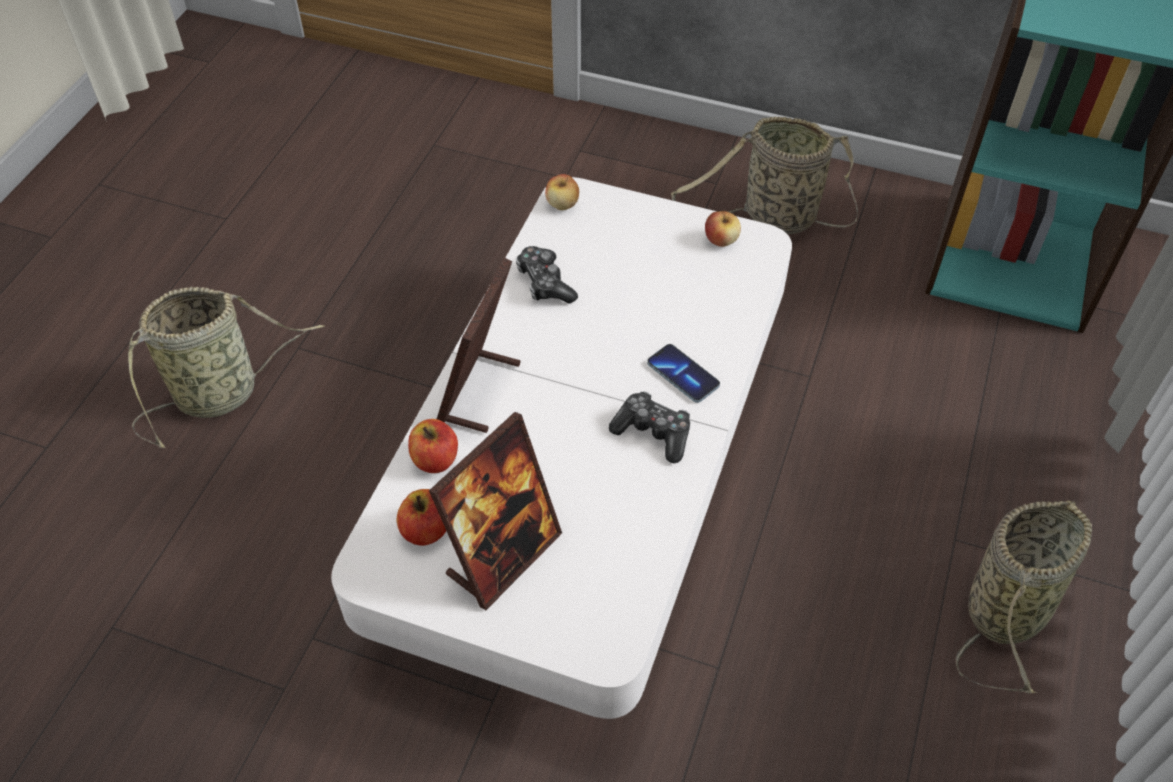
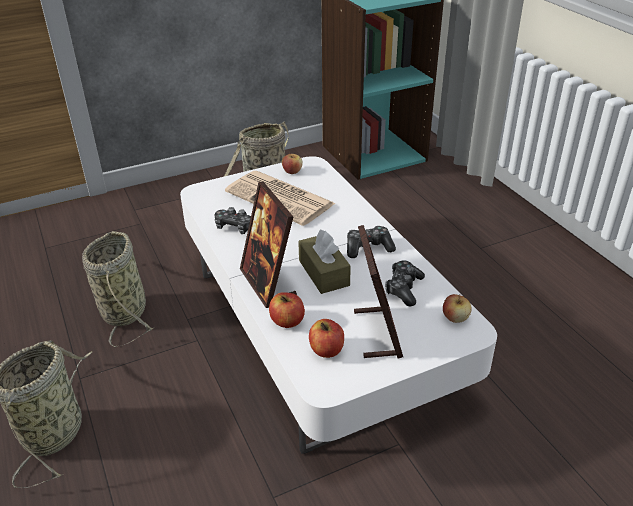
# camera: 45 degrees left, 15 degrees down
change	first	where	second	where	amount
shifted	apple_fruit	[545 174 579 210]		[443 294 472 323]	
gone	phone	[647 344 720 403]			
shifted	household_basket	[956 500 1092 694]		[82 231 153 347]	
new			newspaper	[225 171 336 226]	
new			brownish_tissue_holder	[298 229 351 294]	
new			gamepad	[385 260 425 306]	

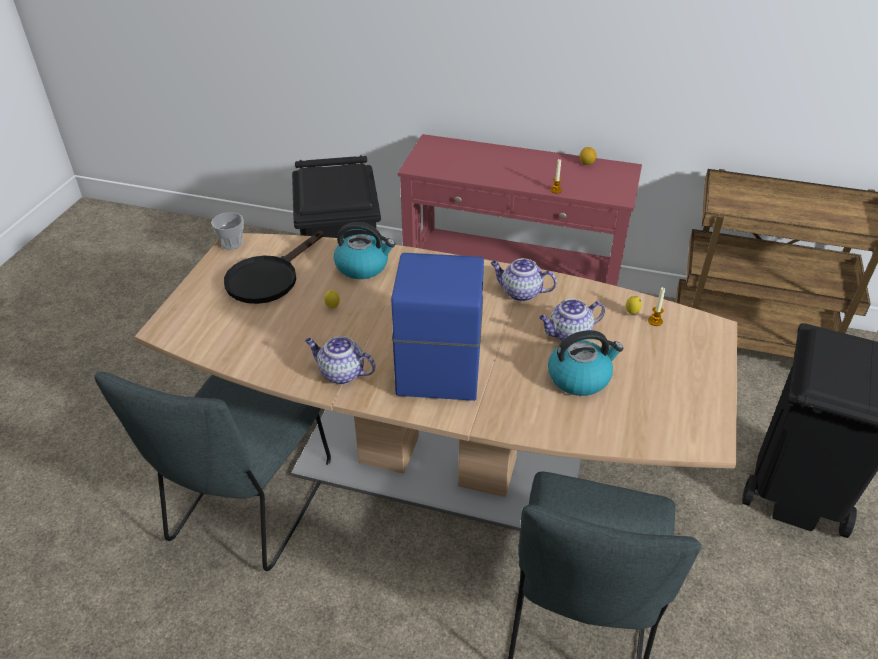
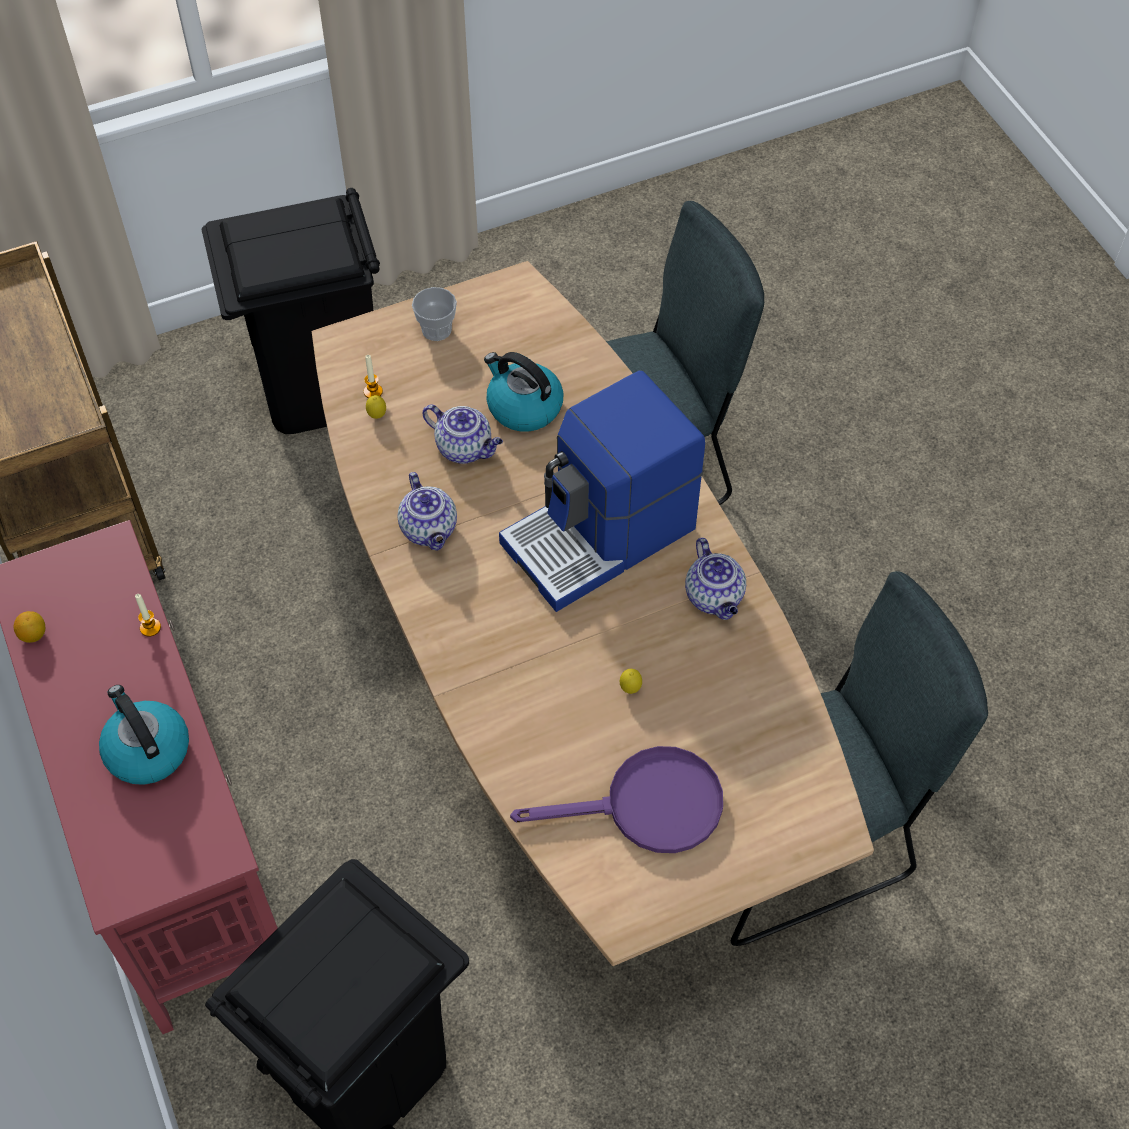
# camera: 130 degrees left, 15 degrees up
change	first	where	second	where	amount
shifted	small_cup	[211 212 244 250]		[412 287 457 341]	
repainted	blackish_skillet	[224 231 323 304]	purplish_skillet	[510 746 723 853]	
shifted	tea_kettle	[334 222 395 279]		[99 685 189 785]	

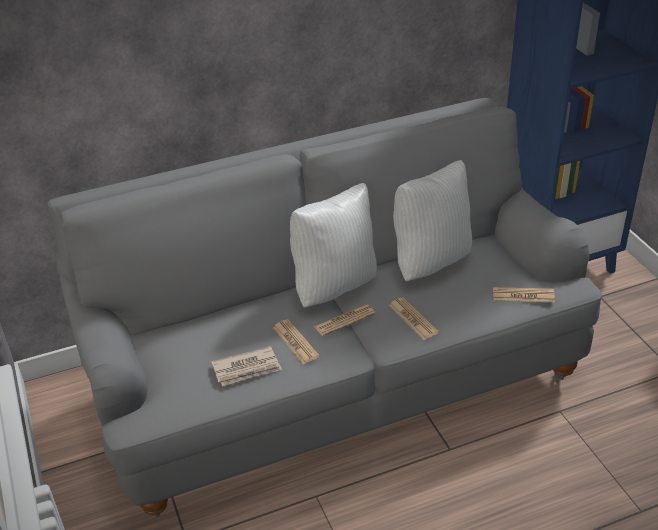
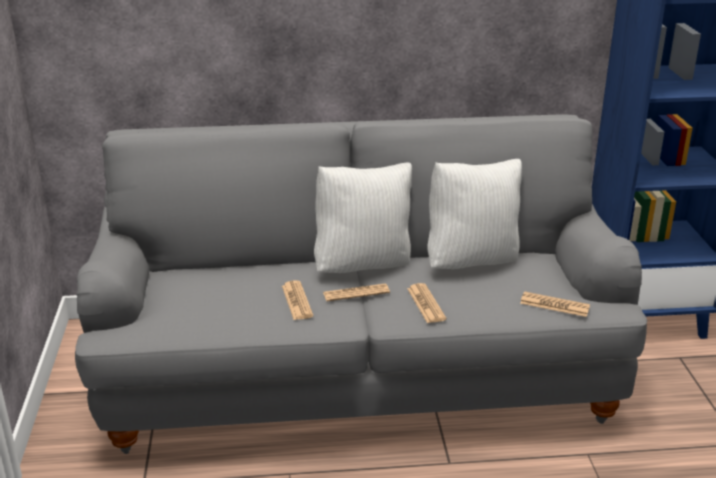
# camera: 15 degrees right, 10 degrees down
change	first	where	second	where	amount
gone	newspaper	[211 346 282 386]			

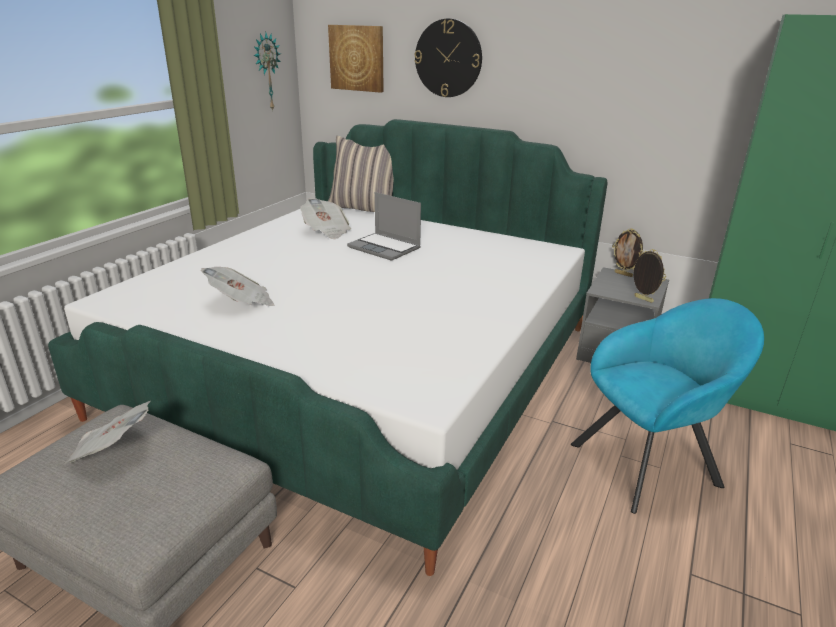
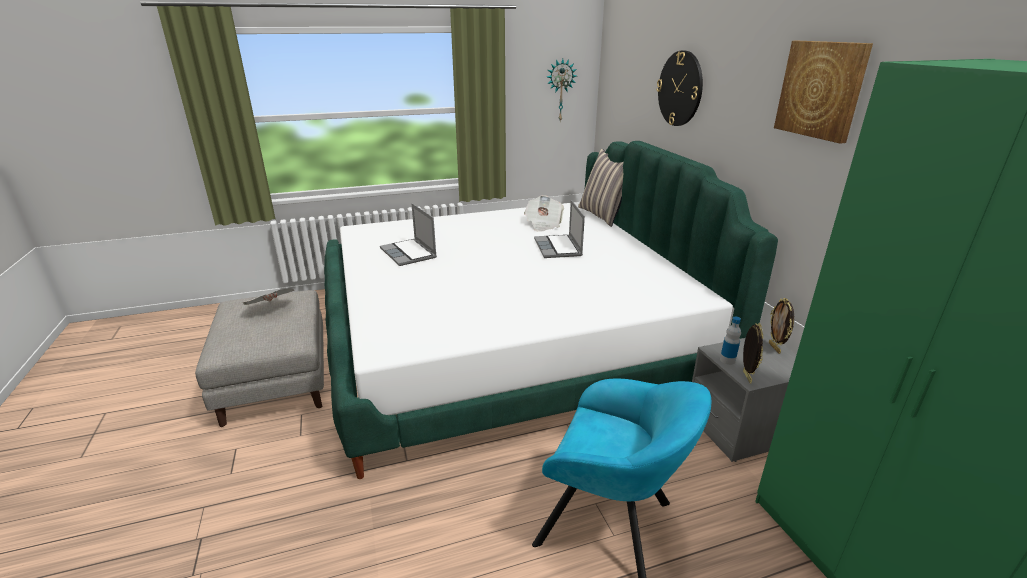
# camera: 45 degrees right, 0 degrees up
change	first	where	second	where	amount
swapped	newspaper	[201 267 275 306]	notebook_computer	[380 203 437 266]	
shifted	picture	[328 25 384 93]		[774 41 873 144]	
new			drink_bottle	[720 316 741 365]	

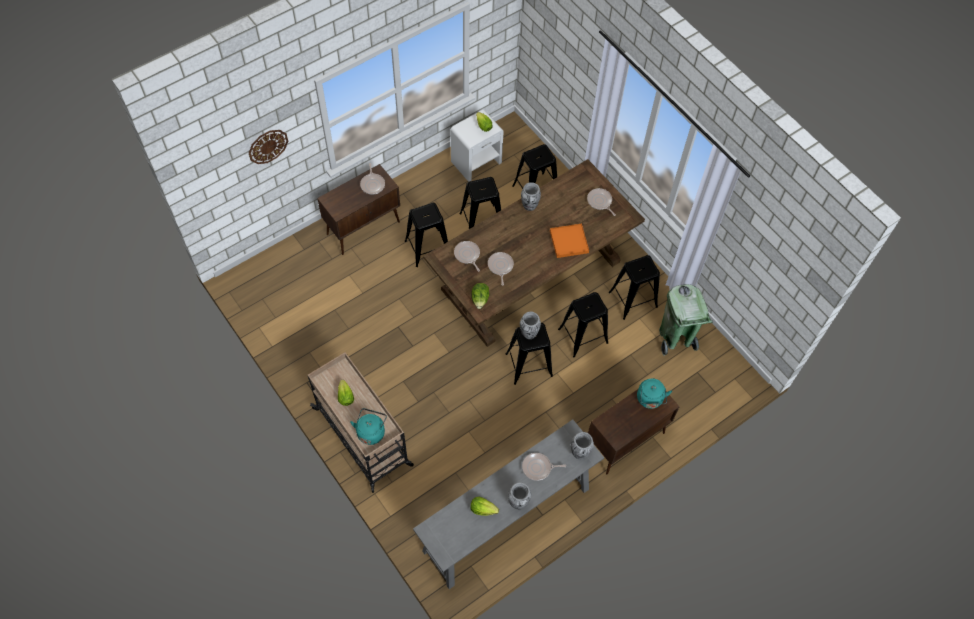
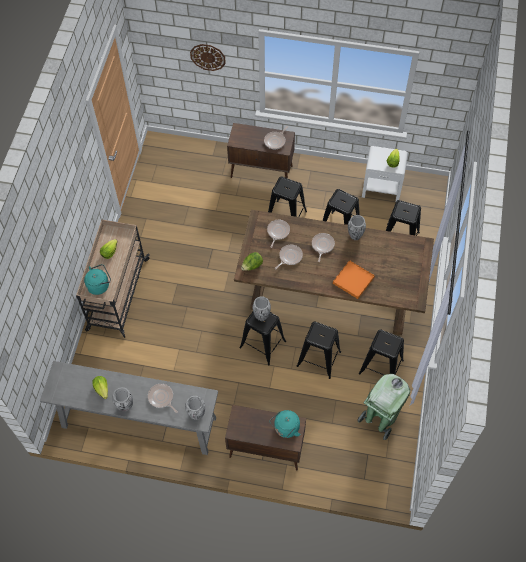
# camera: 50 degrees right, 0 degrees up
change	first	where	second	where	amount
shifted	skillet	[587 188 616 216]		[312 233 335 262]	

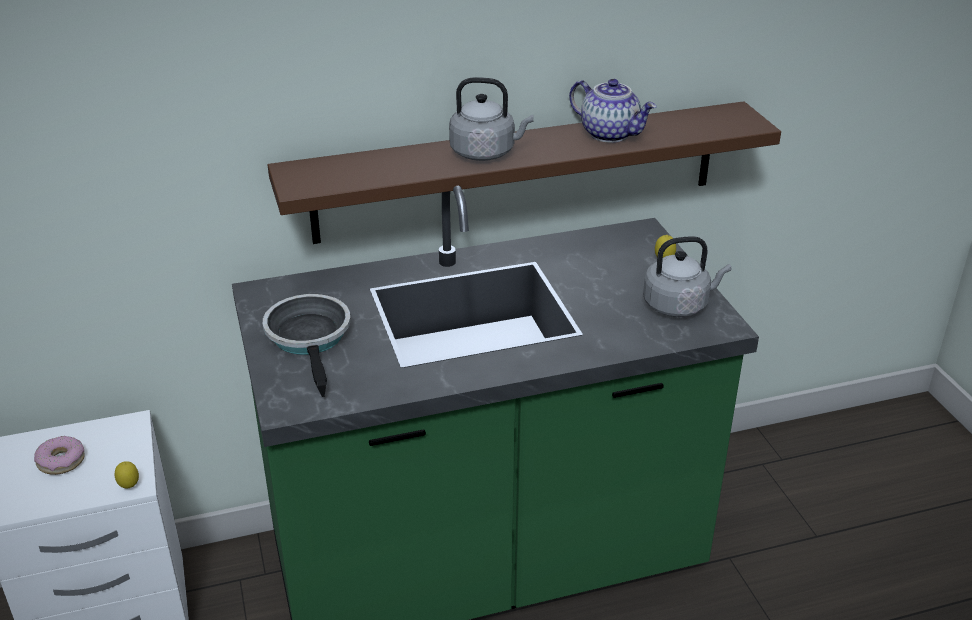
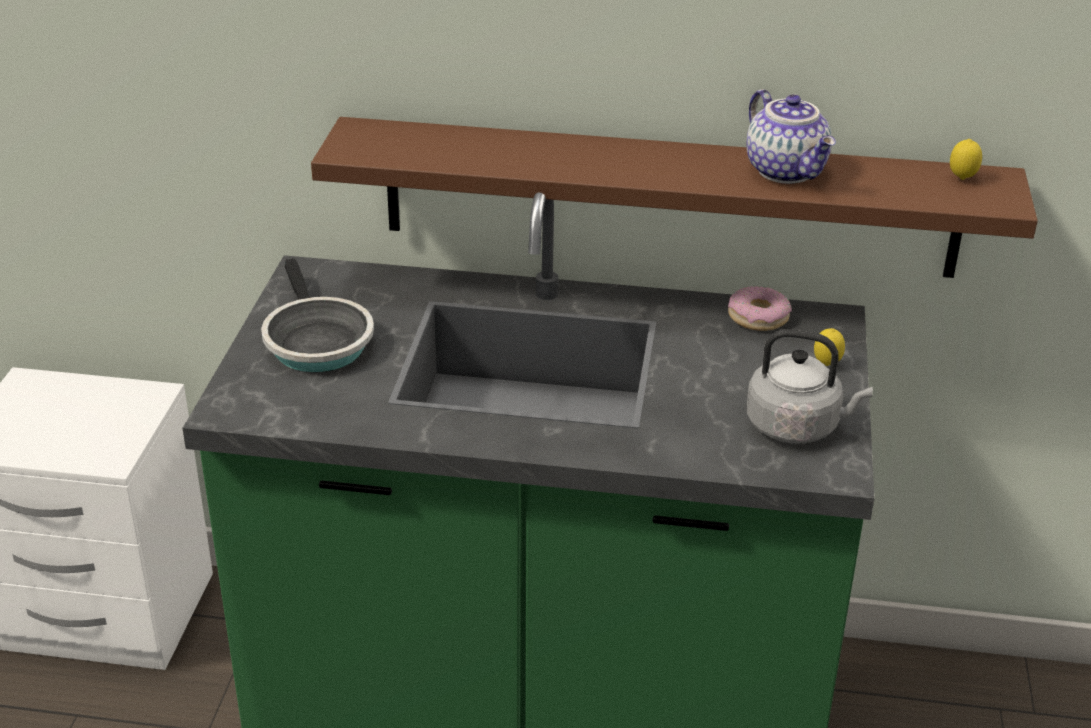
# camera: 25 degrees right, 0 degrees up
change	first	where	second	where	amount
shifted	doughnut	[34 436 84 475]		[728 286 792 331]	
shifted	whole_lemon	[115 461 139 488]		[950 139 982 180]	
rotated	skillet	[263 294 351 397]		[261 258 374 372]	150 degrees clockwise
gone	gray_tea_kettle	[449 77 534 161]			

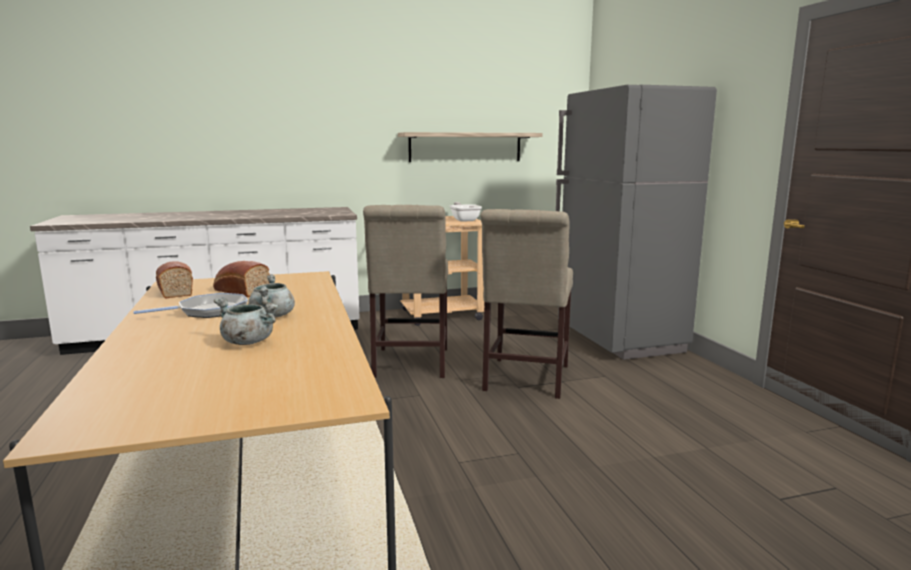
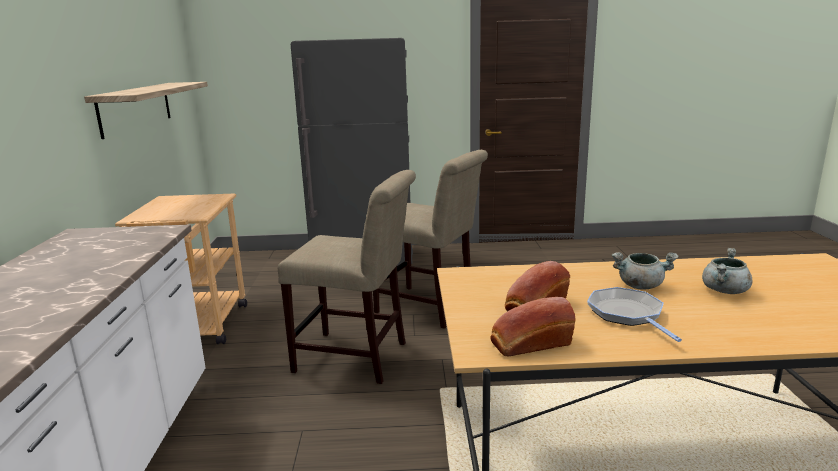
# camera: 75 degrees left, 5 degrees up
change	first	where	second	where	amount
gone	skillet	[449 202 482 222]			

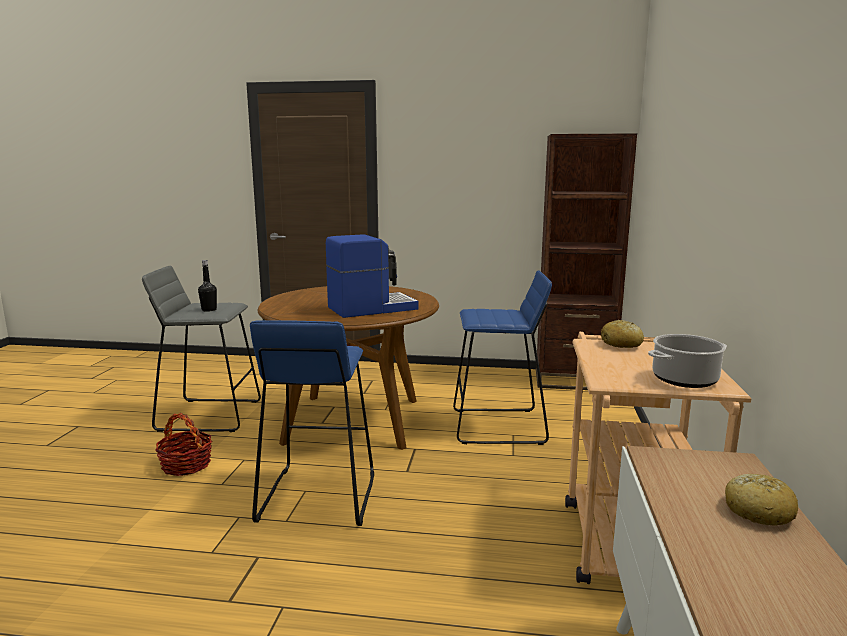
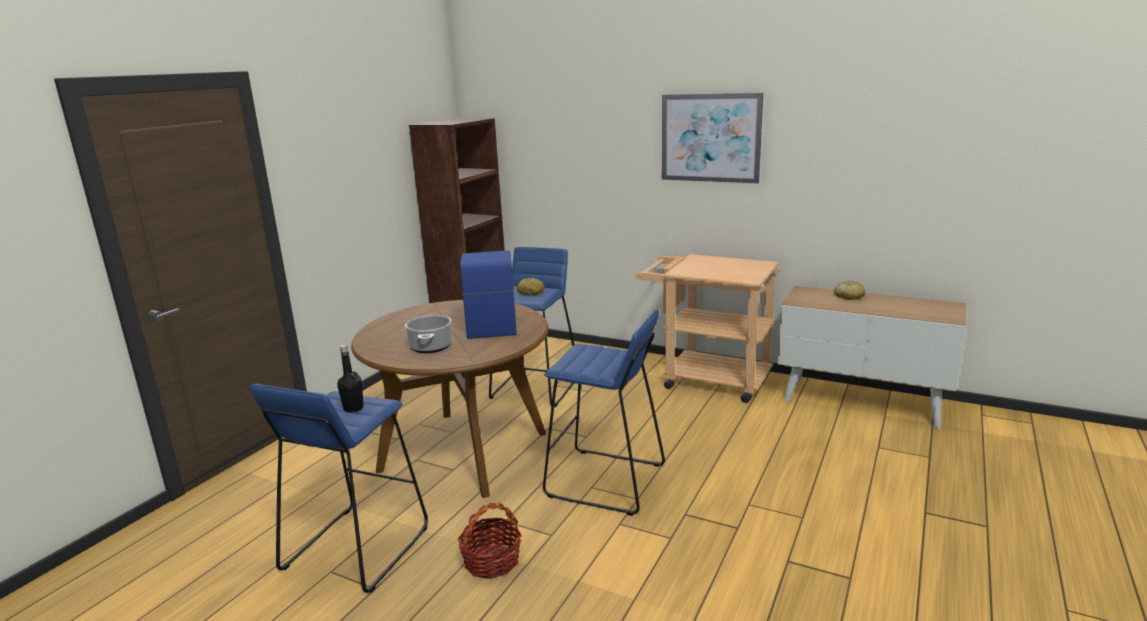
# camera: 70 degrees left, 5 degrees up
change	first	where	second	where	amount
repainted	gray_sitting_stool	[142 266 261 432]	bluish_sitting_stool	[250 384 428 593]	
shifted	bread	[601 320 644 348]		[517 278 545 295]	
shifted	cooking_pot	[648 334 727 388]		[405 315 452 353]	
new			picture	[662 93 763 183]	

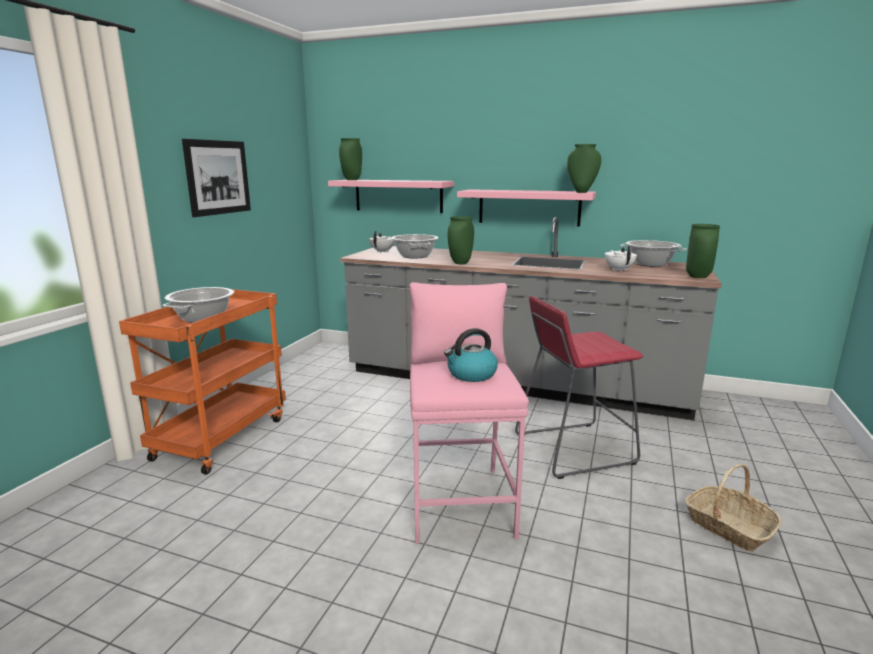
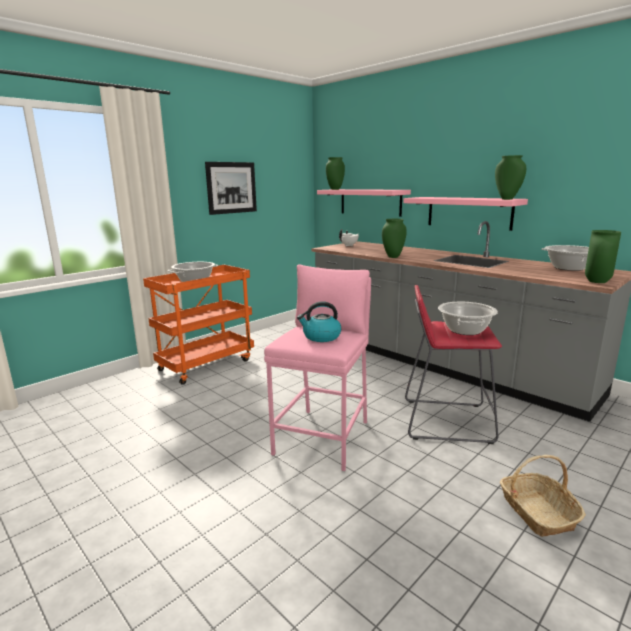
# camera: 25 degrees right, 0 degrees up
change	first	where	second	where	amount
shifted	cooking_pot	[391 234 439 259]		[438 302 498 335]	
gone	white_pot_for_tea	[605 245 637 271]			

